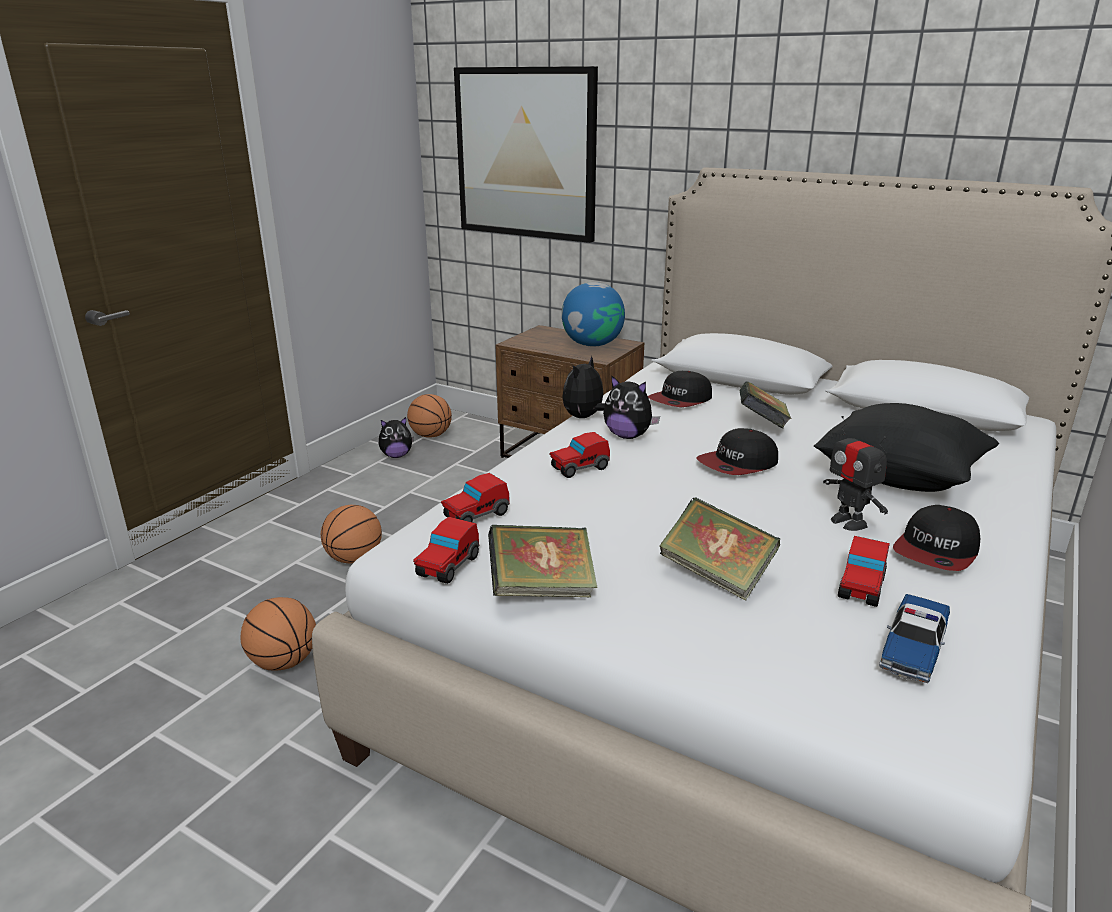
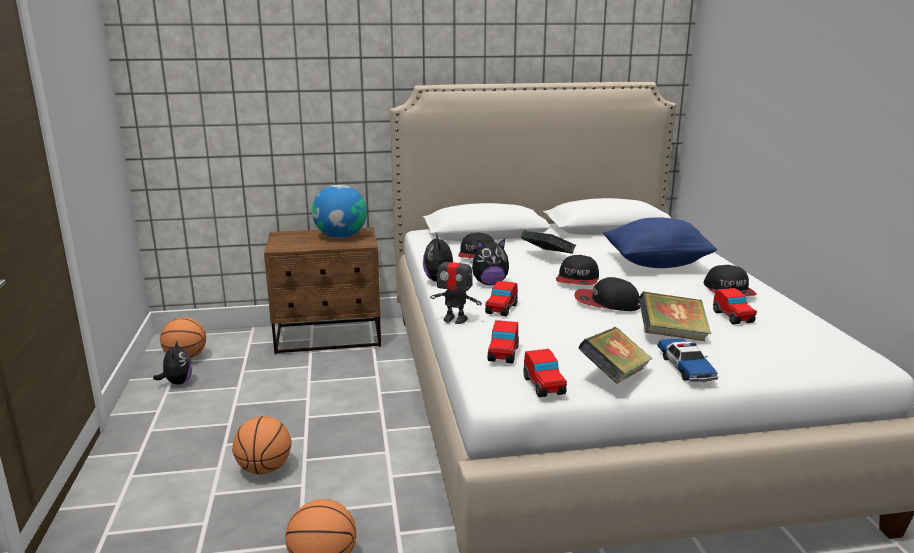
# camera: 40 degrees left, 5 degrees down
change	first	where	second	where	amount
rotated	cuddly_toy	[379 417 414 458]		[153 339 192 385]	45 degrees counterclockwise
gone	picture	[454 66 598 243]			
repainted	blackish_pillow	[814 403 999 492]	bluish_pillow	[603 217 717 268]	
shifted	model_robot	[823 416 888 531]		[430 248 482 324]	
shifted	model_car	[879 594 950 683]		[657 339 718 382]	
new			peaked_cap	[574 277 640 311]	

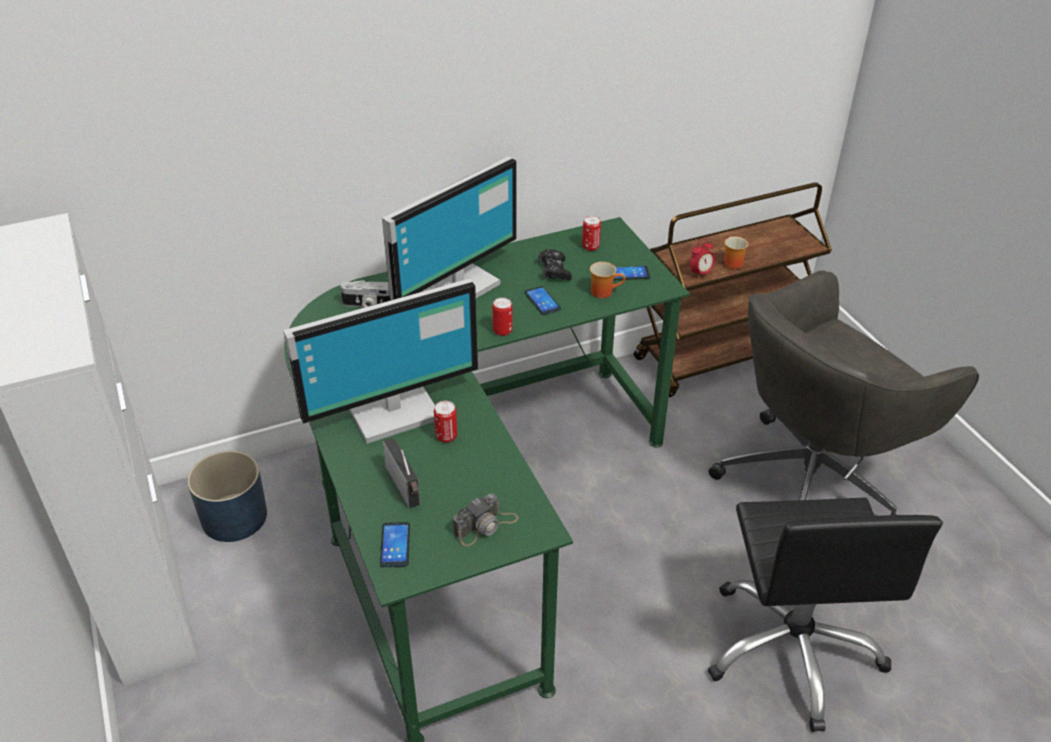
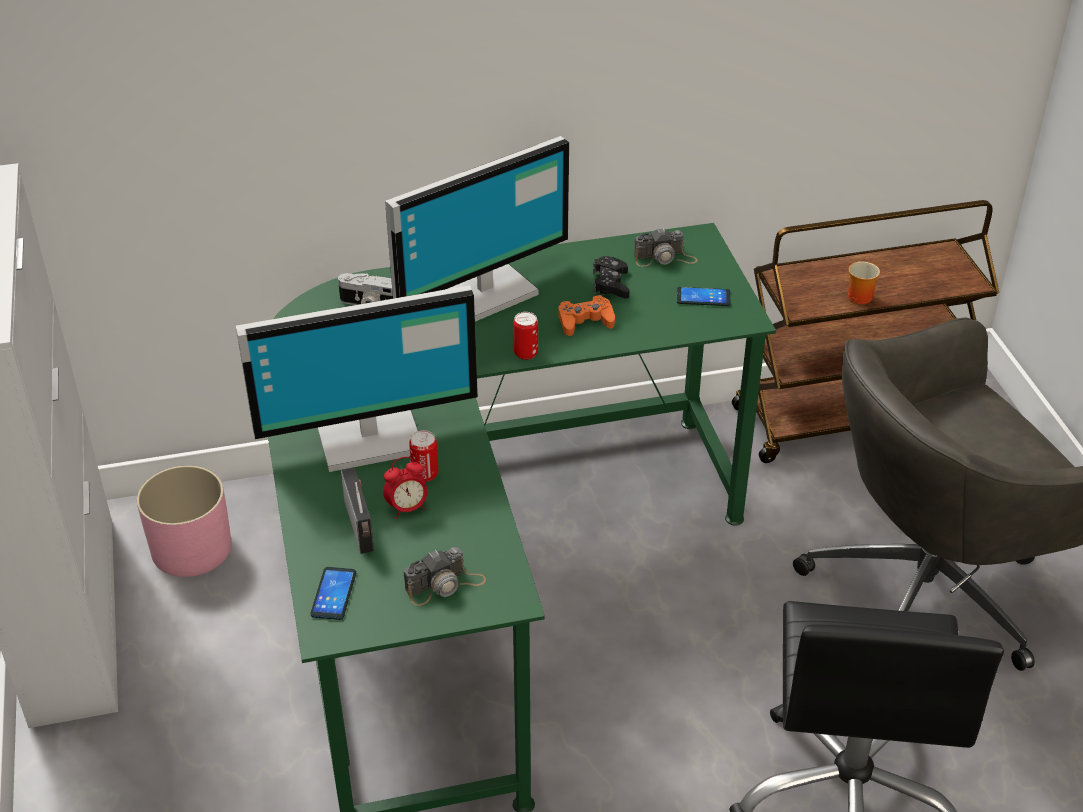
# camera: 10 degrees right, 0 degrees up
change	first	where	second	where	amount
repainted	bluish_flower_pot	[188 451 267 542]	pink_flower_pot	[137 465 232 577]	
swapped	phone	[524 286 561 315]	orange-coloured_gamepad	[558 295 615 336]	
swapped	can	[582 216 601 251]	still_camera	[634 227 698 267]	
gone	coffee_mug	[590 262 626 298]			
shifted	bedside_clock	[690 239 715 279]		[383 457 427 519]	

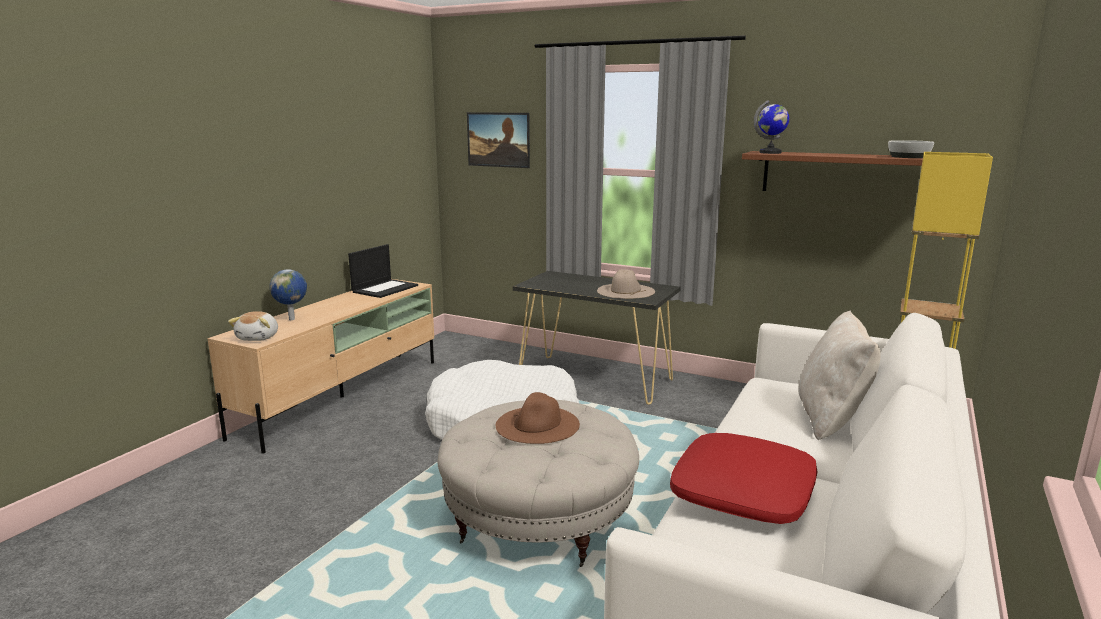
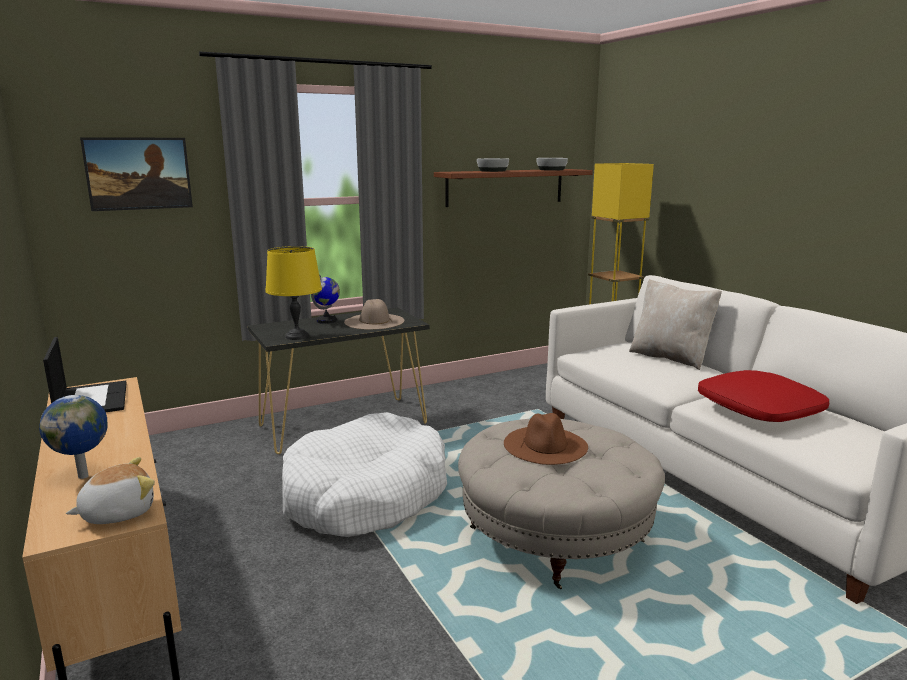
# camera: 55 degrees left, 0 degrees up
change	first	where	second	where	amount
rotated	cuddly_toy	[228 311 278 341]		[66 457 155 524]	75 degrees counterclockwise
shifted	globe	[754 100 789 154]		[311 275 340 324]	
new			yellow-coloured_tabletop_lamp	[265 246 322 340]	
new			bowl	[477 158 509 172]	

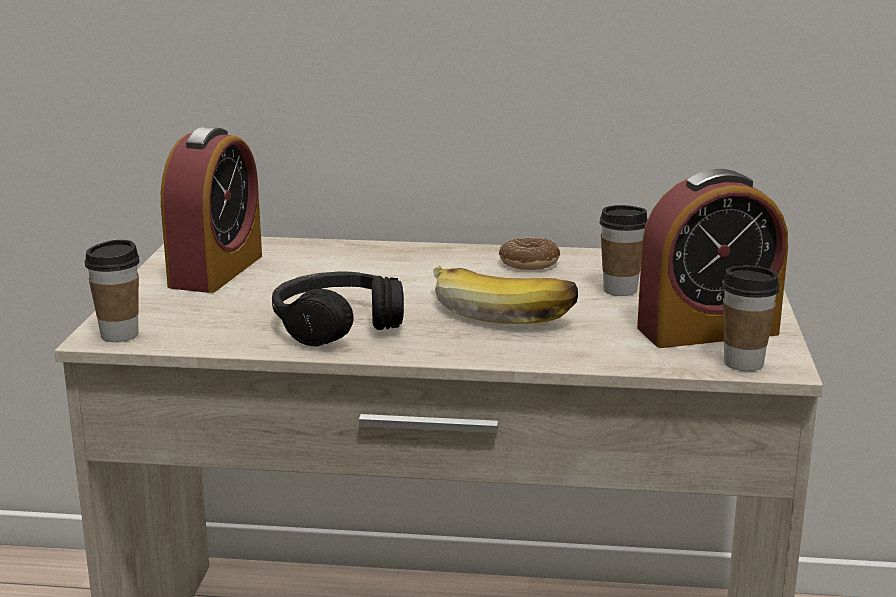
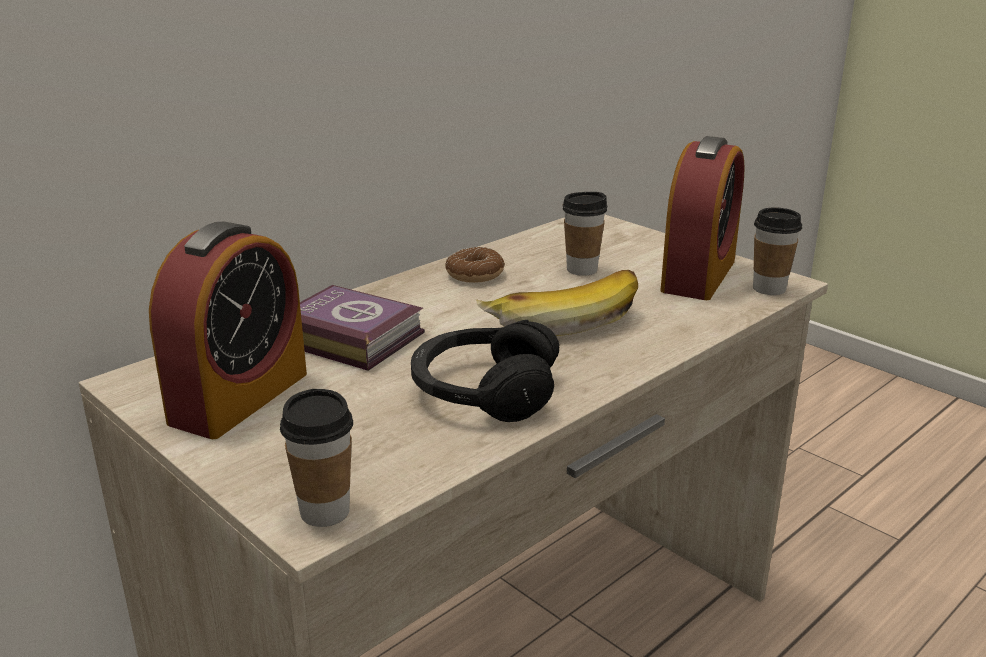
# camera: 50 degrees left, 5 degrees up
change	first	where	second	where	amount
rotated	bedside_clock	[161 127 262 293]		[149 222 307 439]	60 degrees clockwise
new			book	[300 285 425 371]	

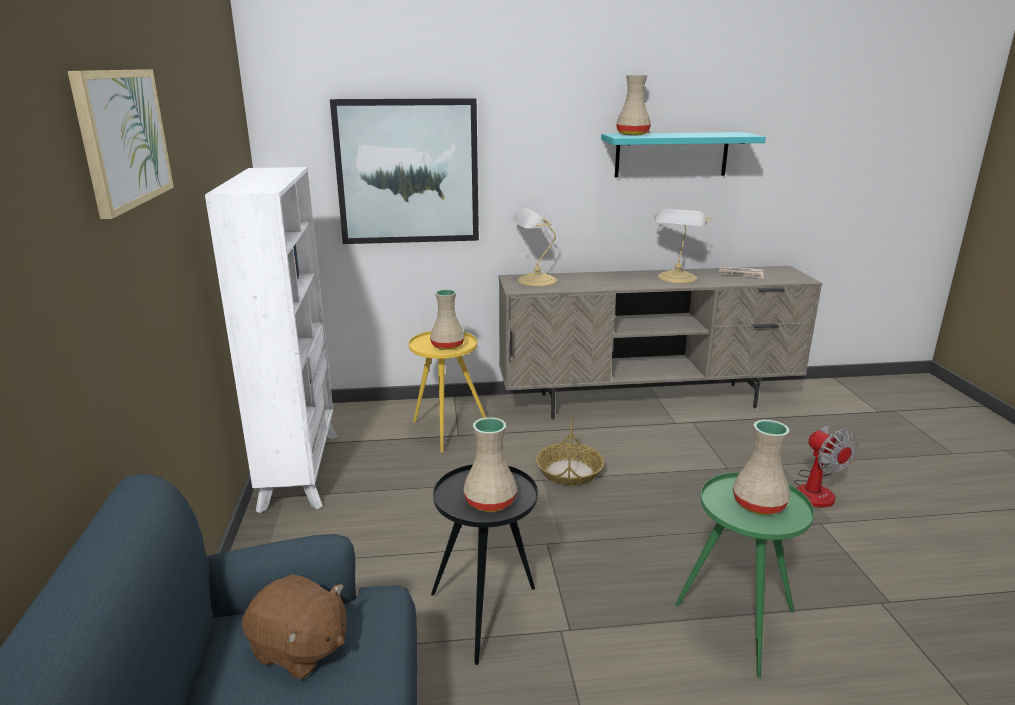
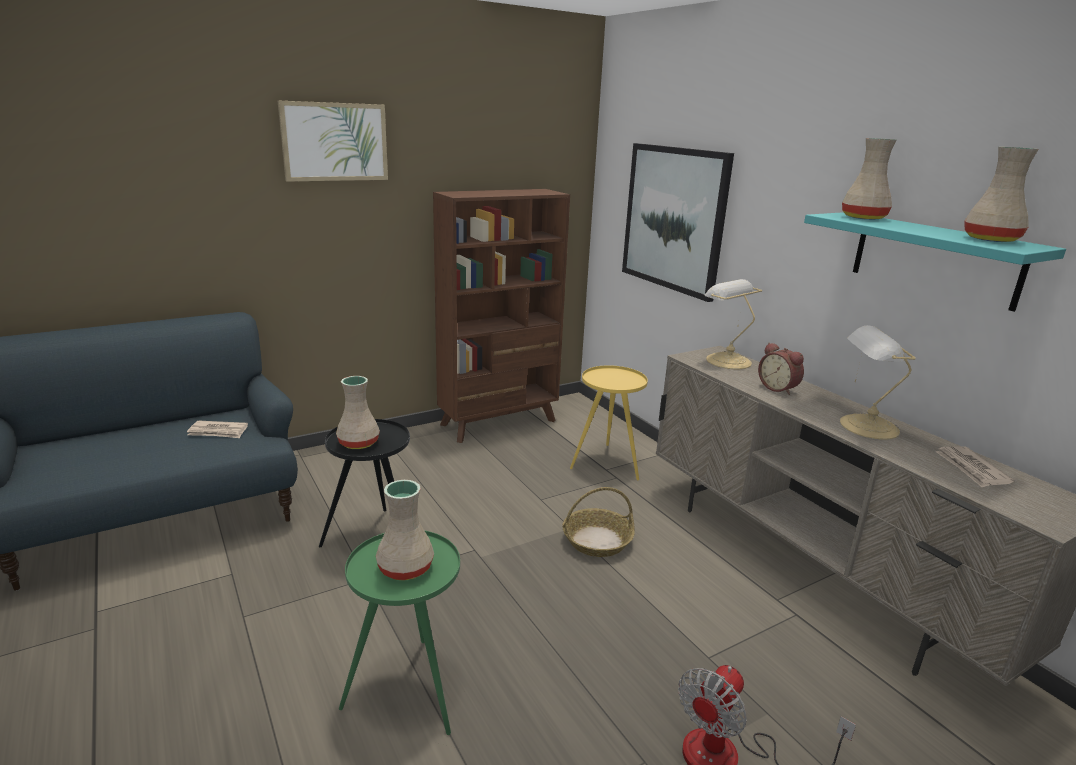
# camera: 65 degrees right, 0 degrees up
change	first	where	second	where	amount
repainted	white_bookcase	[205 167 338 513]	brownish_bookcase	[433 189 570 443]	
swapped	brownish_cuddly_toy	[242 574 346 680]	newspaper	[187 421 248 438]	
shifted	beige_vase	[430 290 465 350]		[965 147 1039 242]	
new			bedside_clock	[758 343 804 395]	

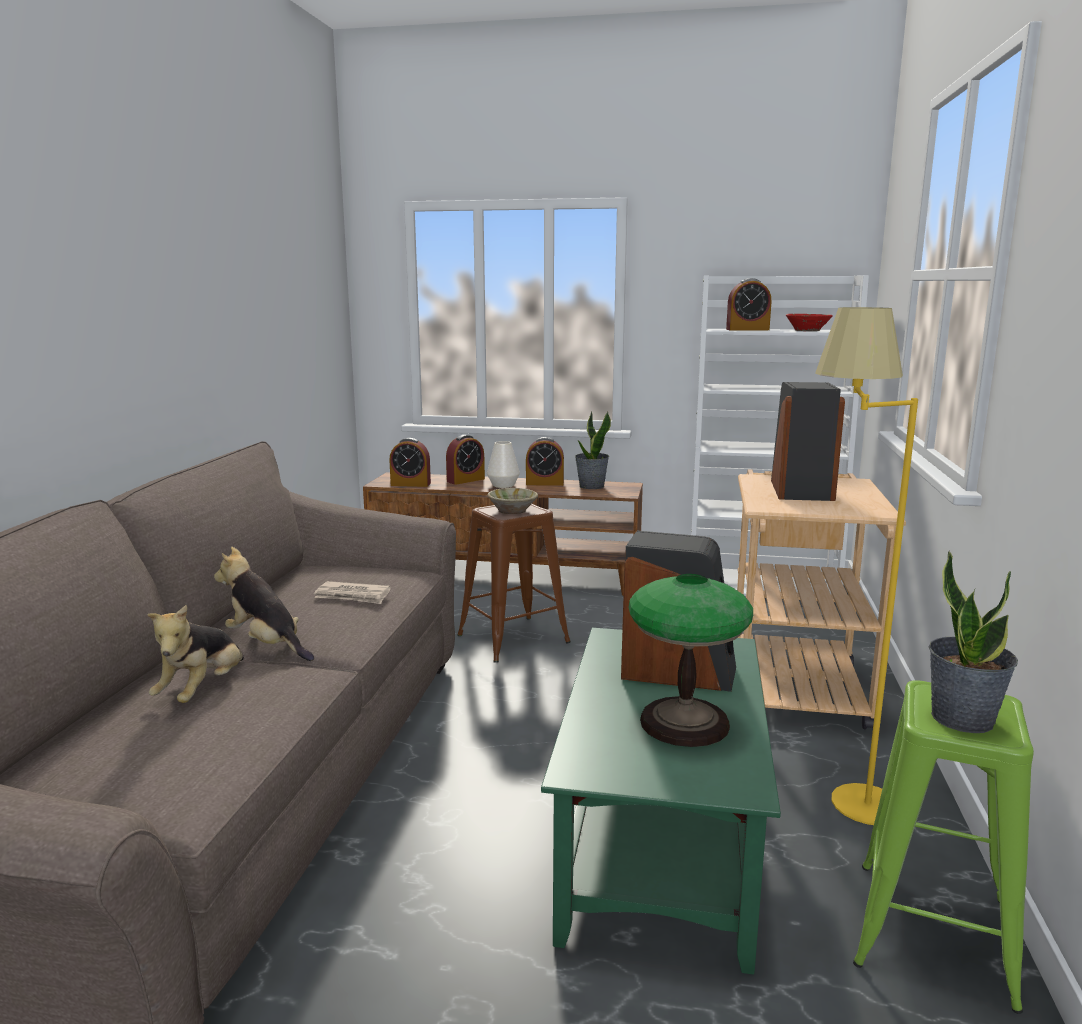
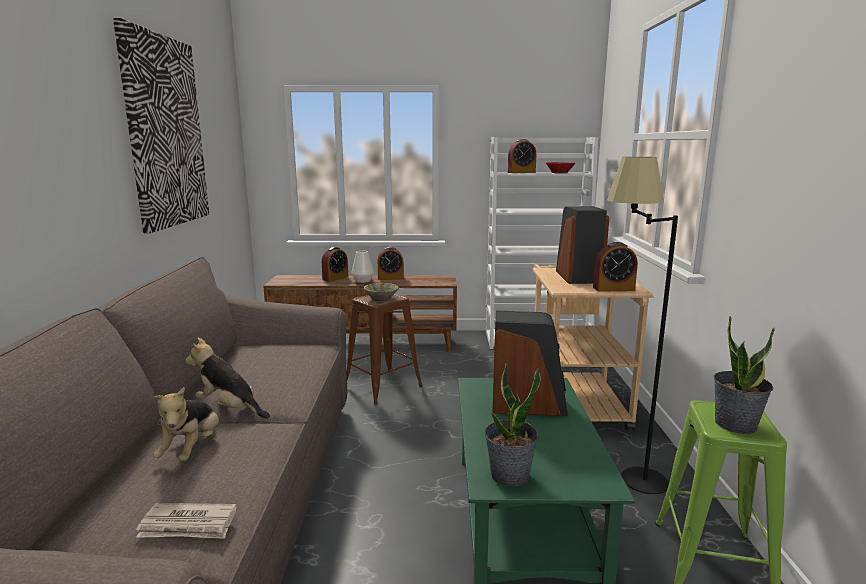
# camera: 10 degrees left, 0 degrees up
change	first	where	second	where	amount
shifted	newspaper	[314 581 391 604]		[136 503 237 539]	
shifted	bedside_clock	[389 438 431 487]		[593 242 638 292]	
shifted	potted_plant	[575 411 611 489]		[485 361 541 486]	
gone	tabletop_lamp	[628 574 753 747]			
repainted	yellow-coloured_standard_lamp	[815 307 918 825]	blackish_standard_lamp	[607 157 678 494]	
new			picture	[113 18 209 233]	

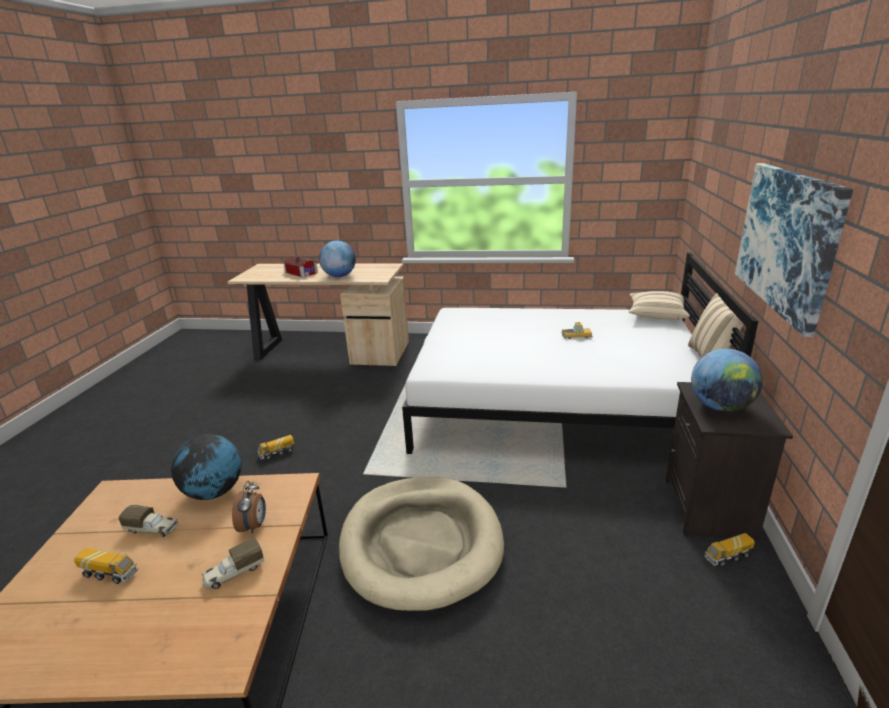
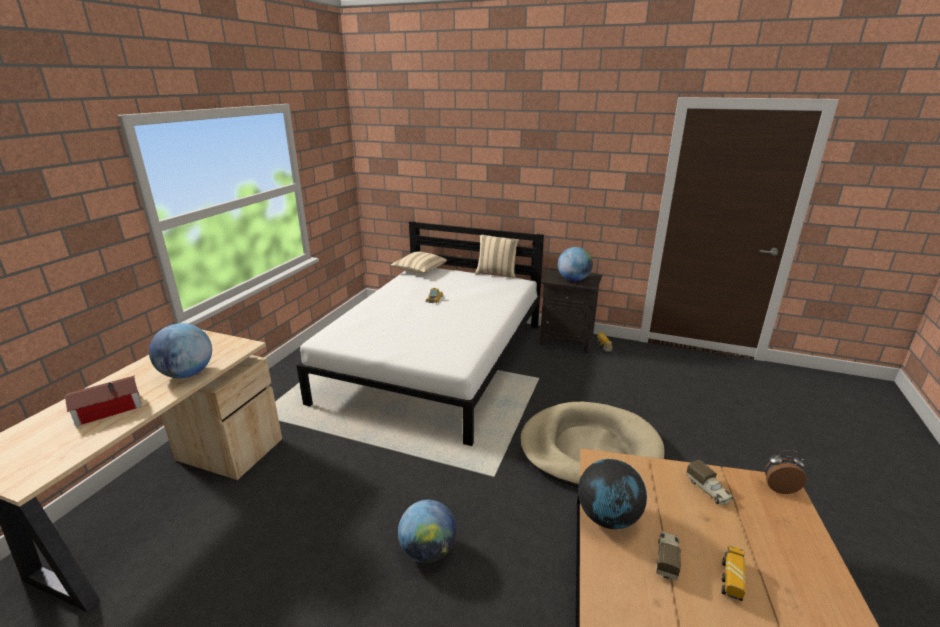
# camera: 80 degrees left, 0 degrees up
change	first	where	second	where	amount
shifted	bedside_clock	[232 481 266 534]		[765 450 807 494]	
swapped	toy_truck	[258 435 294 460]	globe	[398 500 456 563]	
gone	picture	[735 163 853 337]			

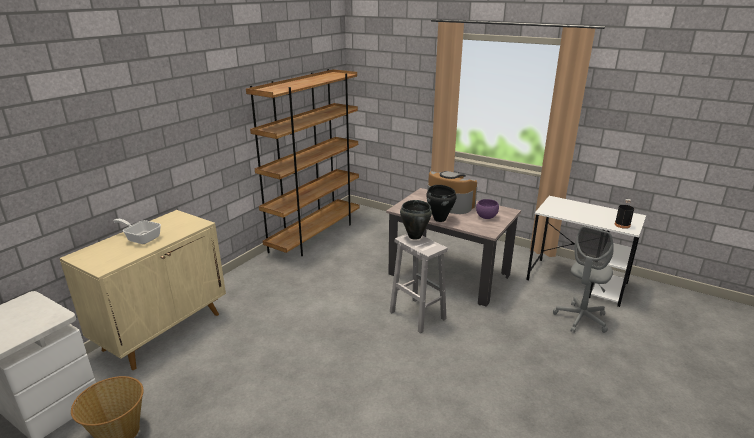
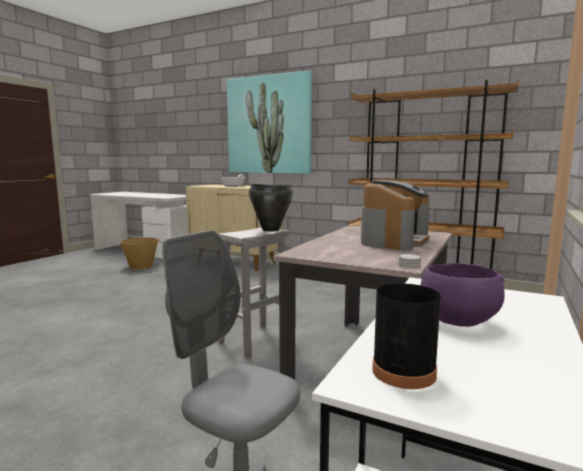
# camera: 85 degrees right, 15 degrees down
change	first	where	second	where	amount
gone	blackish_cooking_pot	[426 185 457 222]			
shifted	purplish_bowl	[476 199 499 219]		[421 263 505 327]	
new			picture	[227 70 312 174]	

